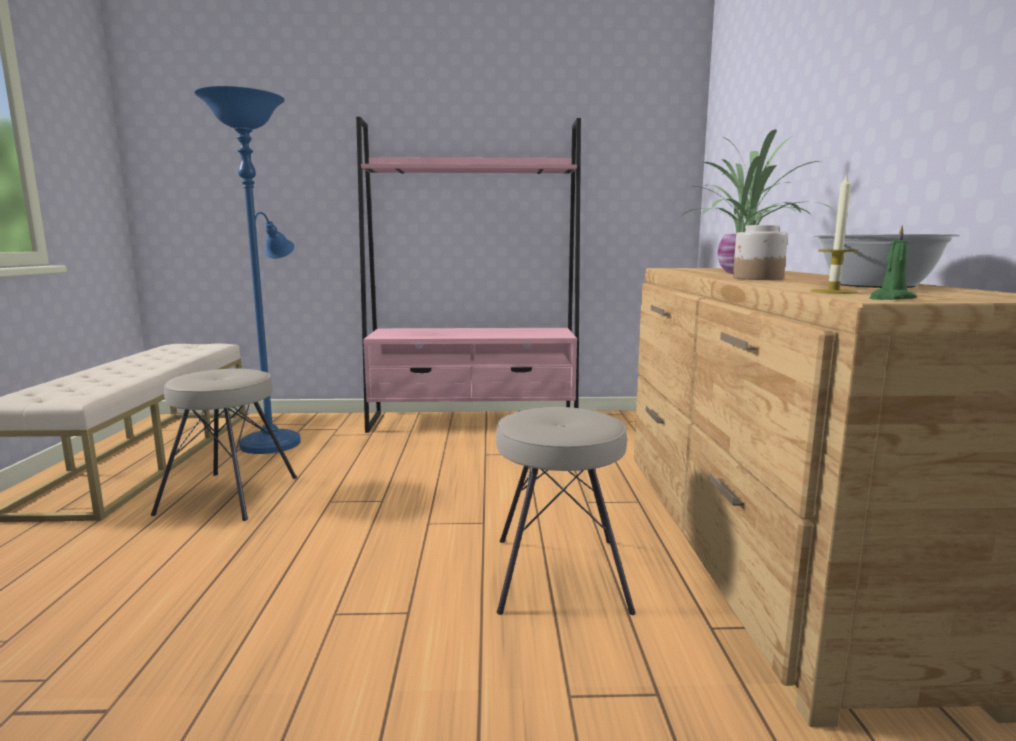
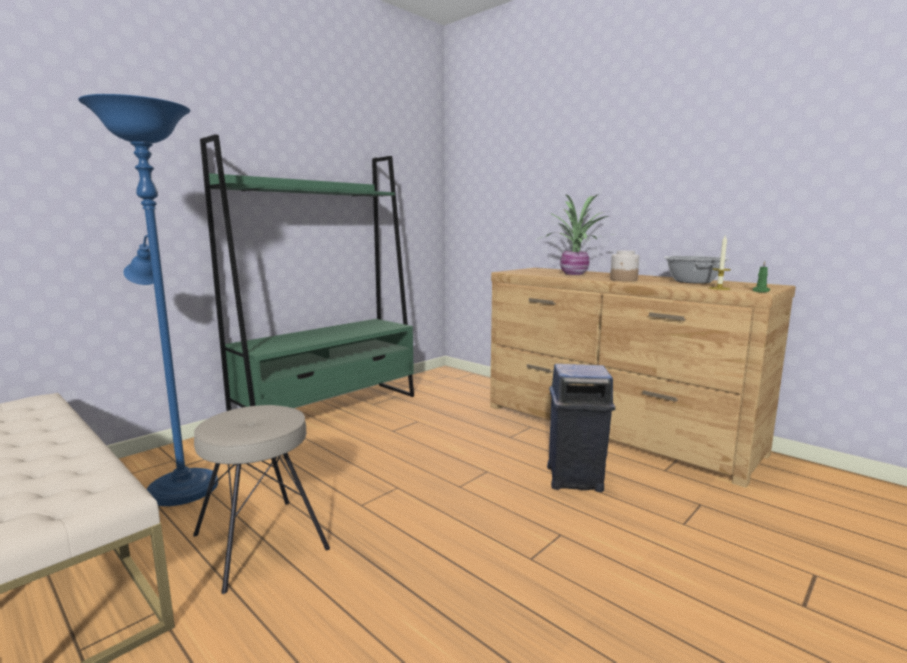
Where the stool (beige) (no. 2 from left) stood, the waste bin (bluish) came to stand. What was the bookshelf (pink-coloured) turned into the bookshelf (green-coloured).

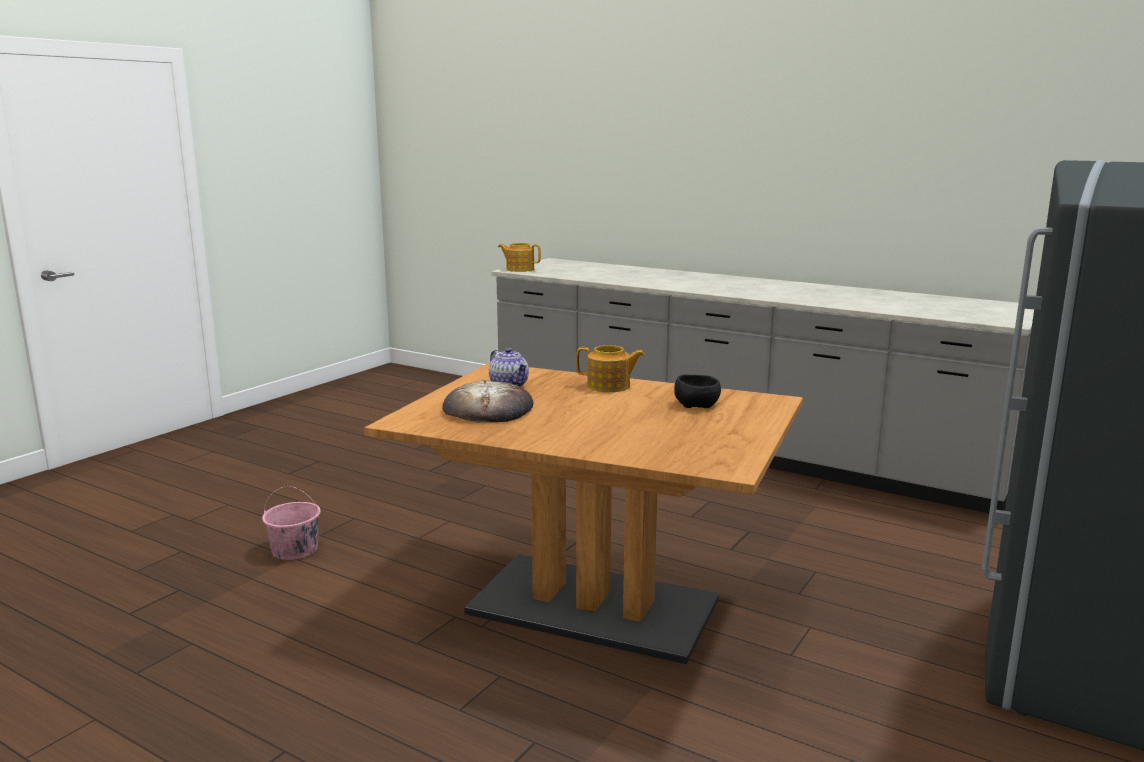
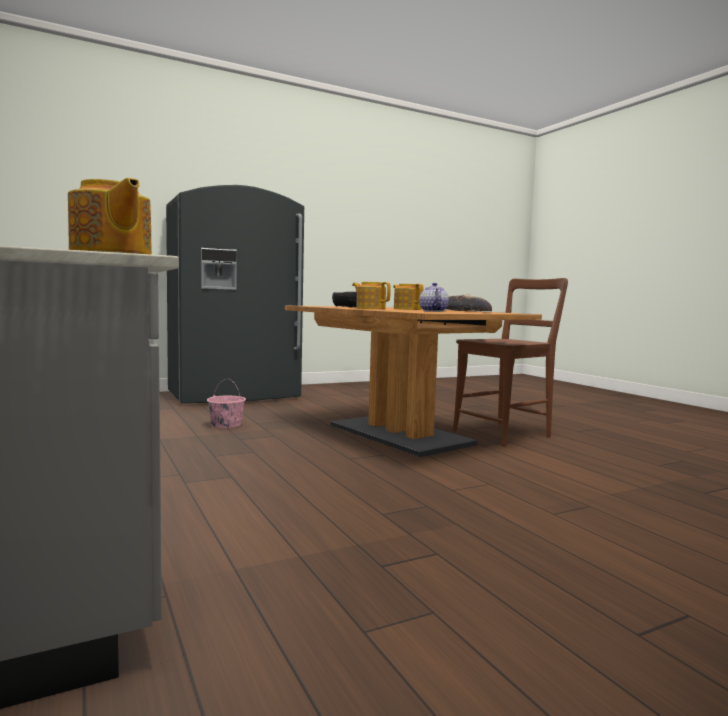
The second view gained the pot for tea (no. 3 from left). The second view gained the plain chair (brown). The bucket (pink-coloured) ended up elsewhere.

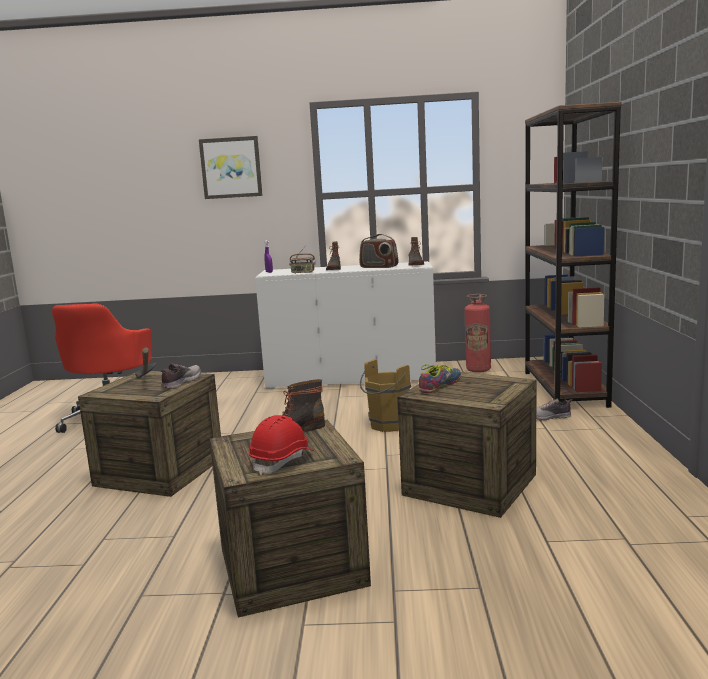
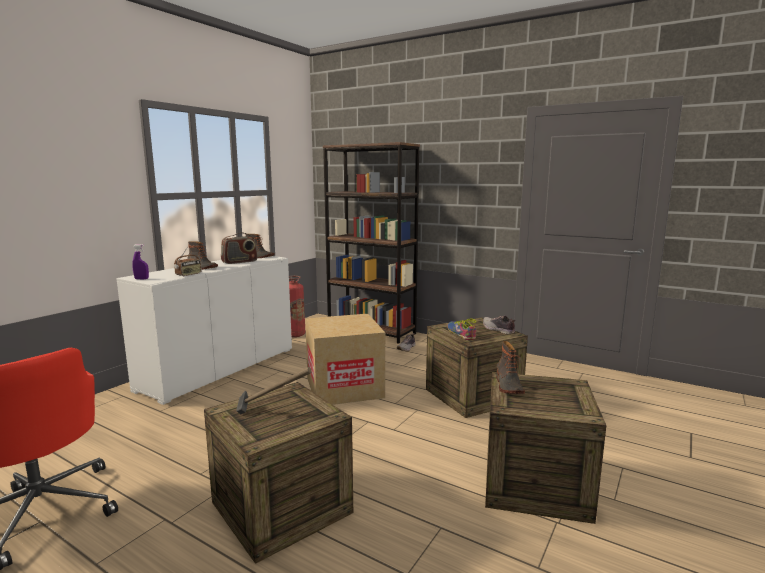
The second view lost the picture. The second view lost the work helmet (reddish). The item of footwear (no. 1 from left in the first image) ended up elsewhere. Where the bucket (brown) stood, the carton came to stand.

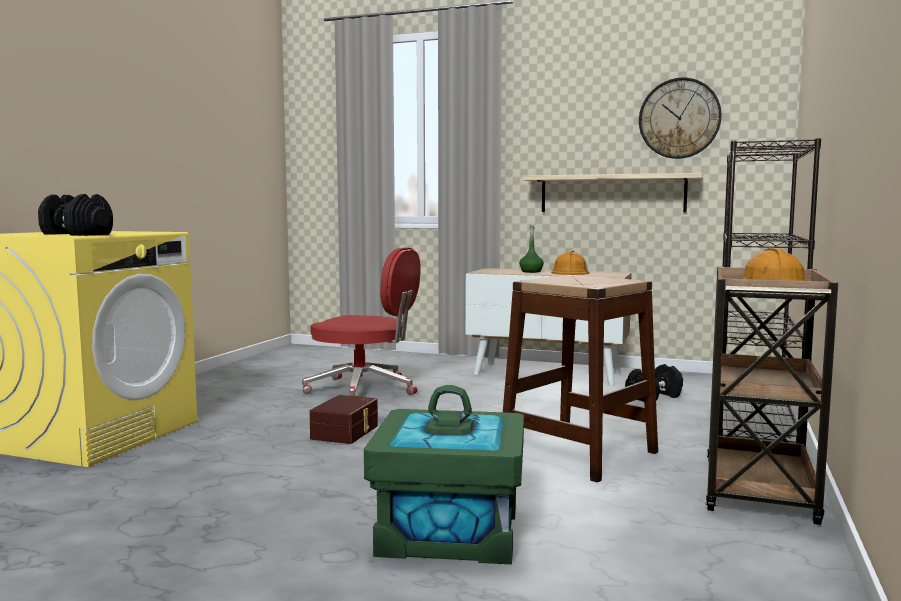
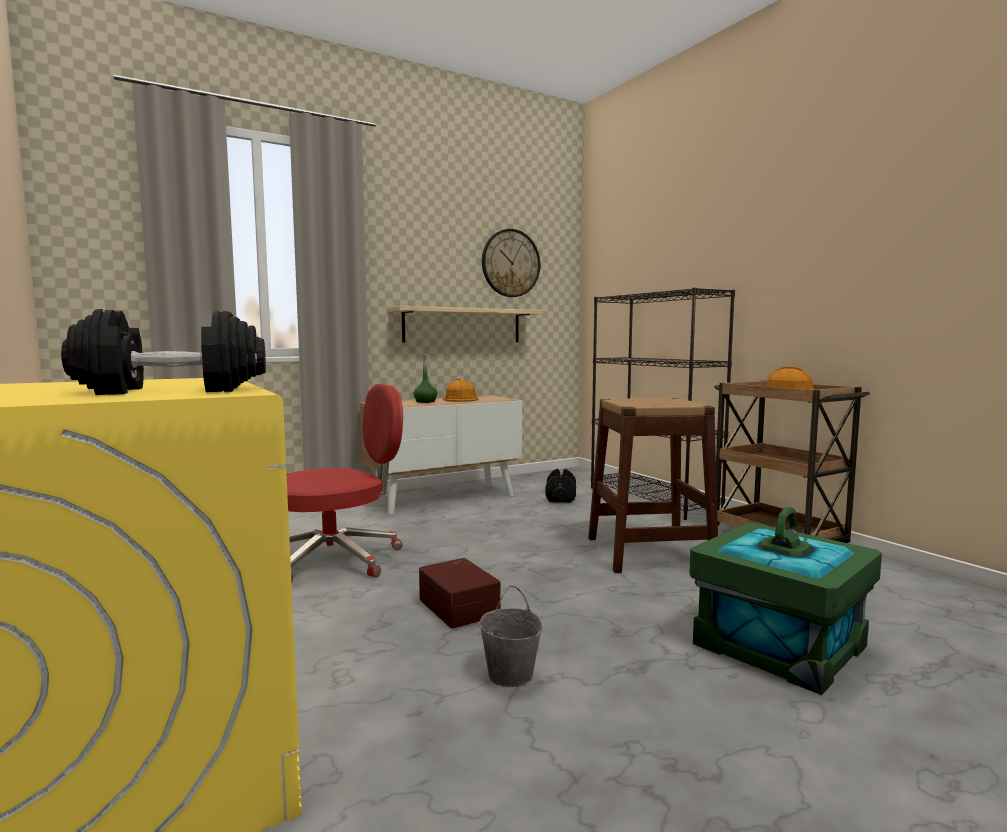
The second view gained the bucket (gray).

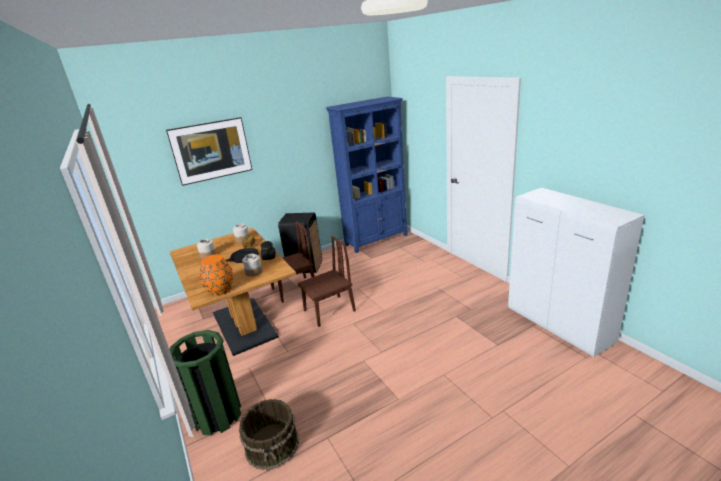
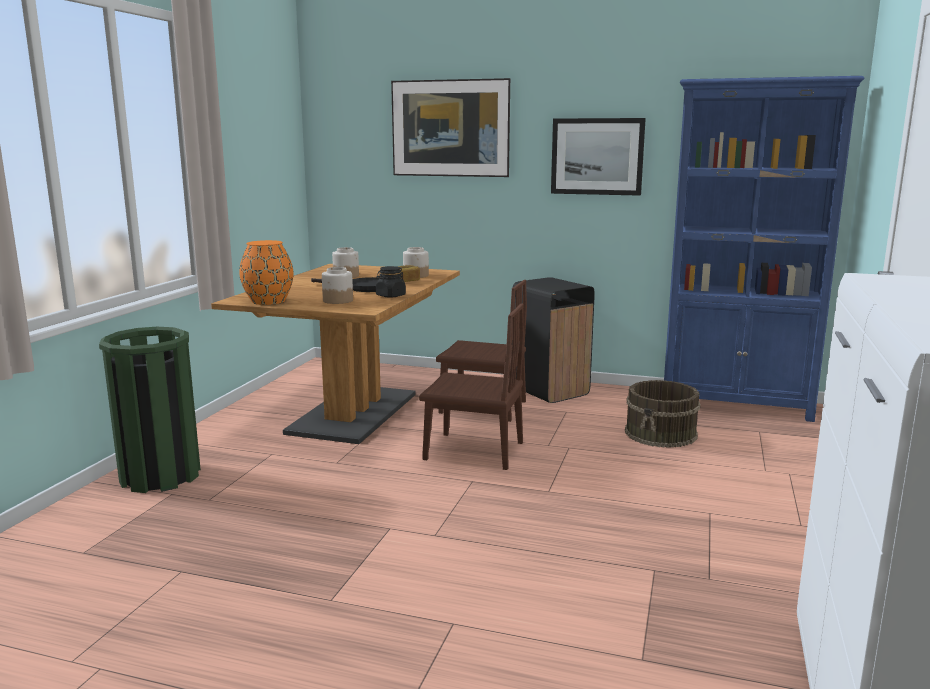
The second view gained the picture (no. 2 from left). The bucket (brown) ended up elsewhere.

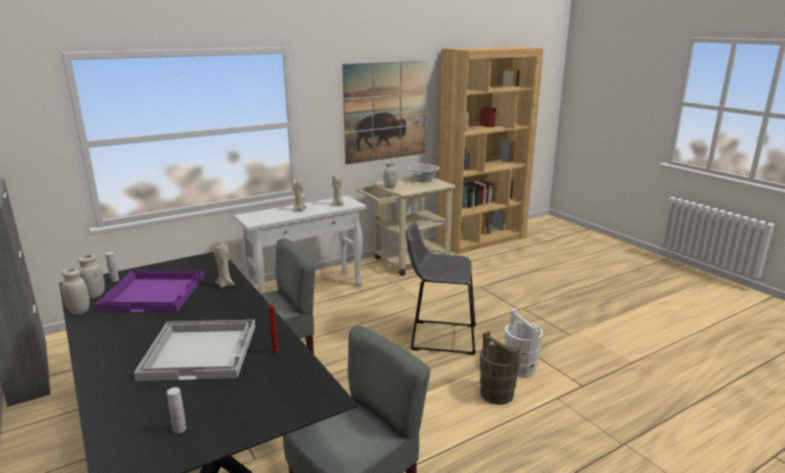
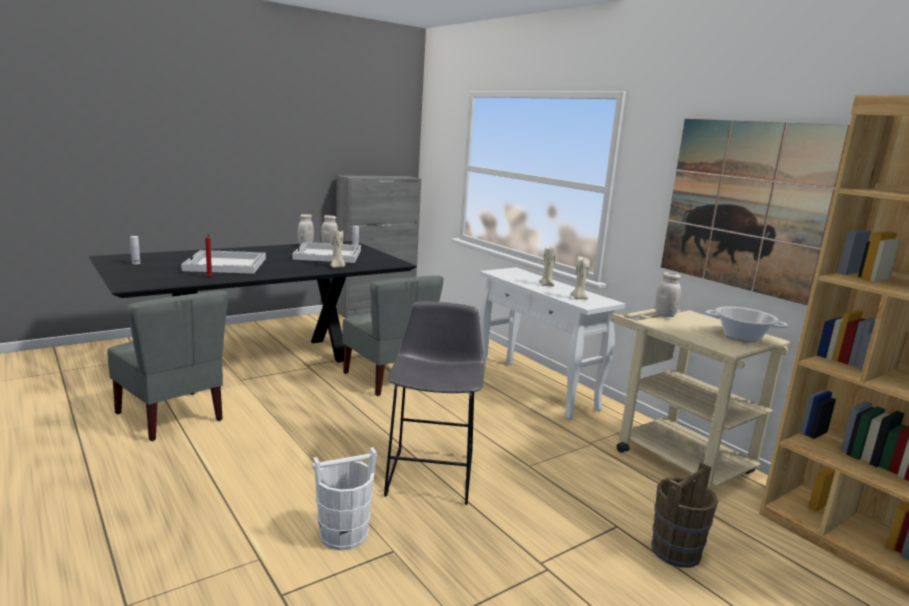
The bucket (brown) ended up elsewhere. What was the carrying tray (purple) turned into the carrying tray (white) (no. 2 from left).

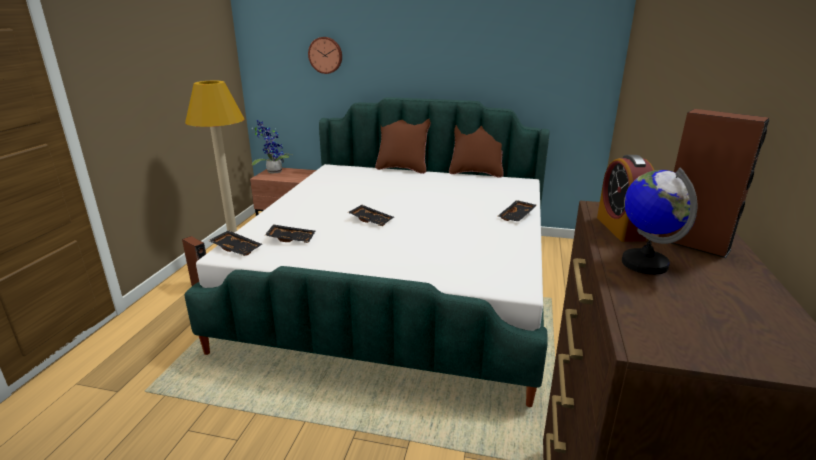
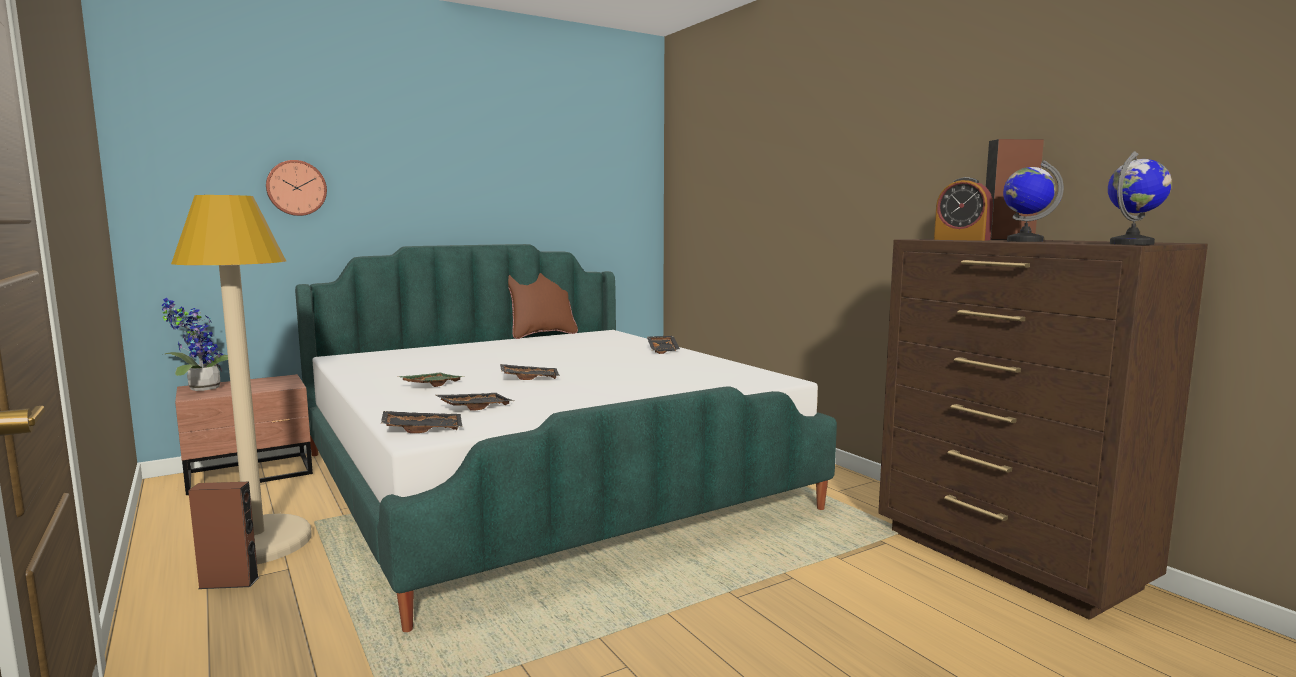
The second view lost the pillow (brown) (no. 1 from left). The second view gained the carrying tray (green-coloured). The second view gained the desk globe (no. 2 from left).

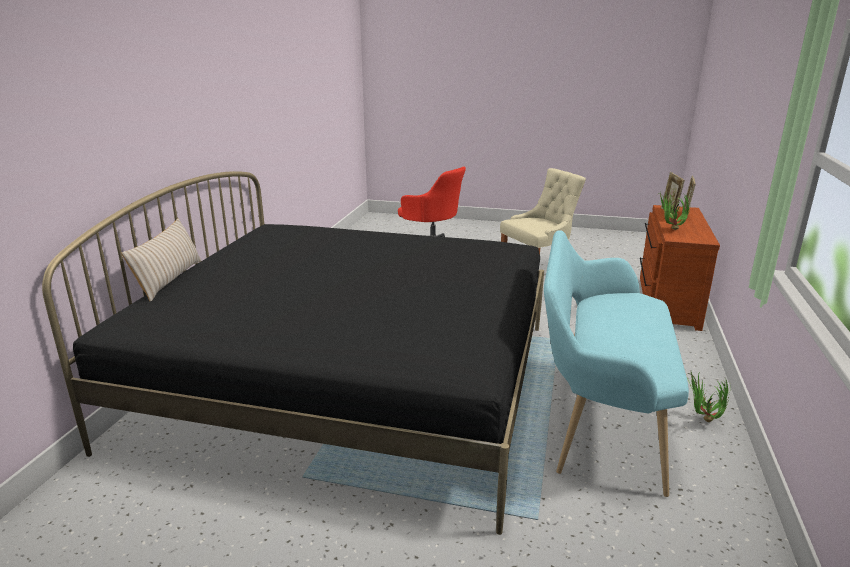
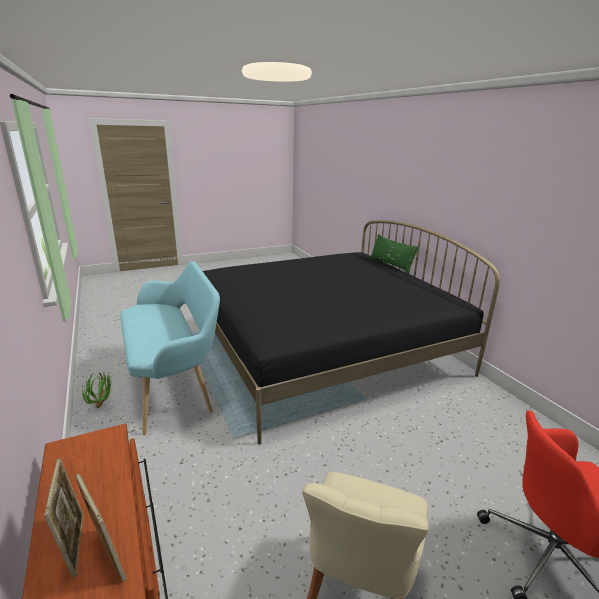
The second view lost the plant in a pot (no. 1 from left). What was the pillow (beige) turned into the pillow (green-coloured).

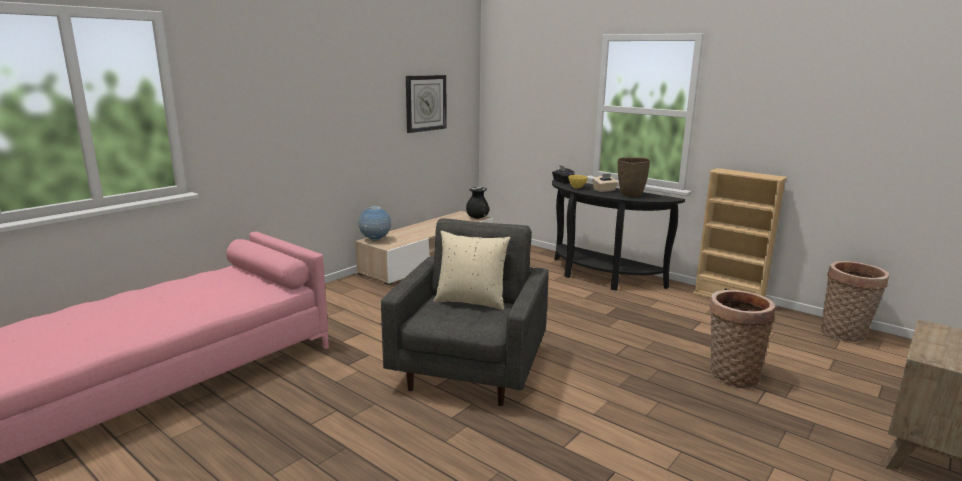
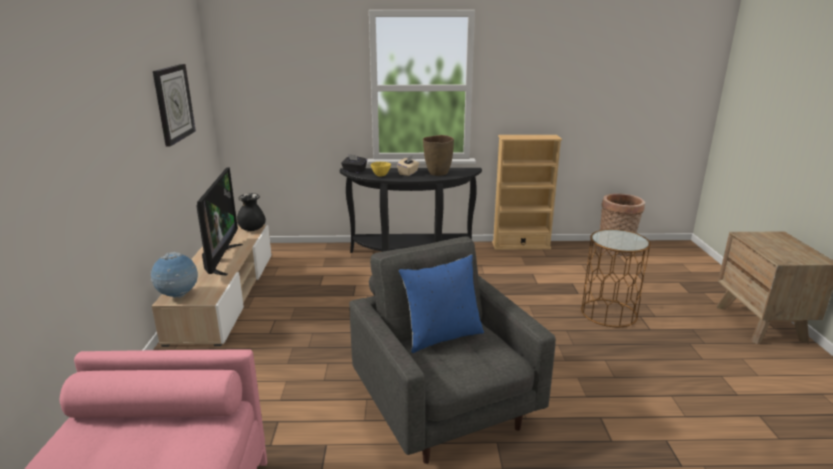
The second view gained the television. Where the storage basket (no. 1 from left) stood, the accent table (brown) came to stand. What was the pillow (beige) turned into the pillow (bluish).

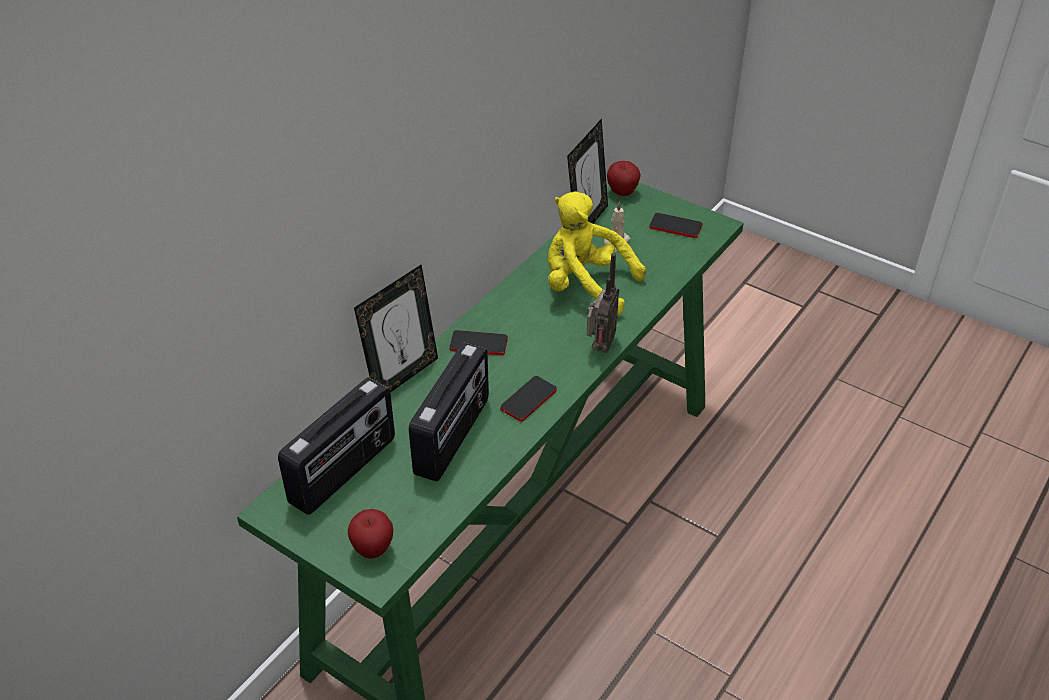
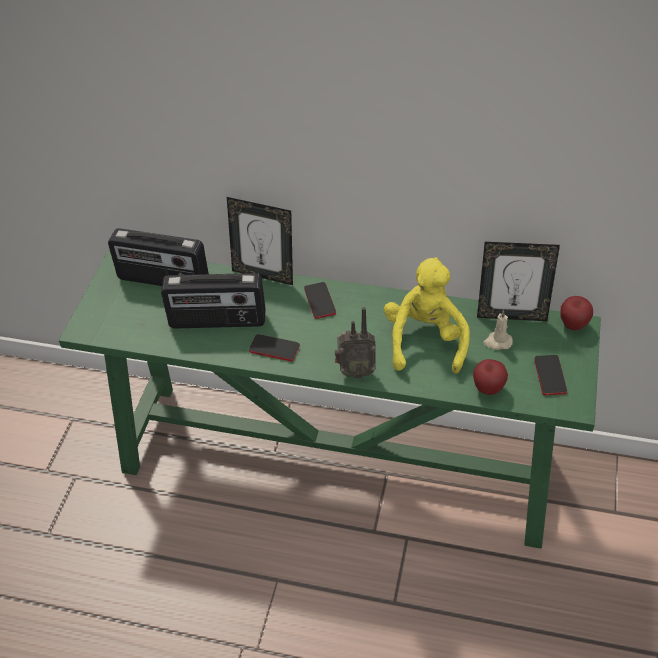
The apple (no. 1 from left) ended up elsewhere.

